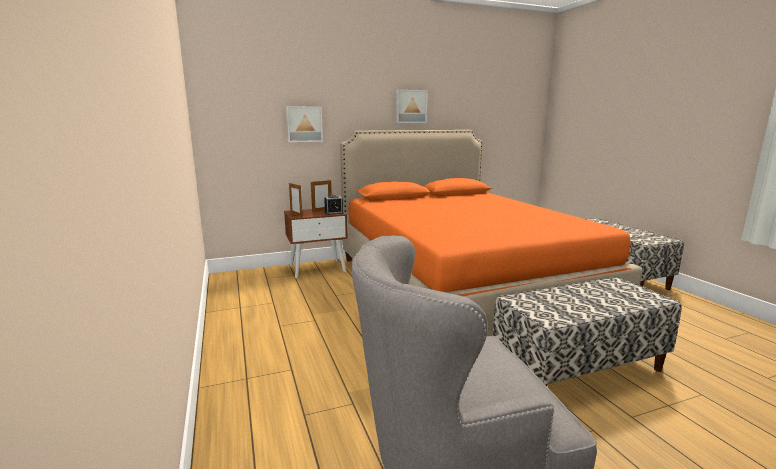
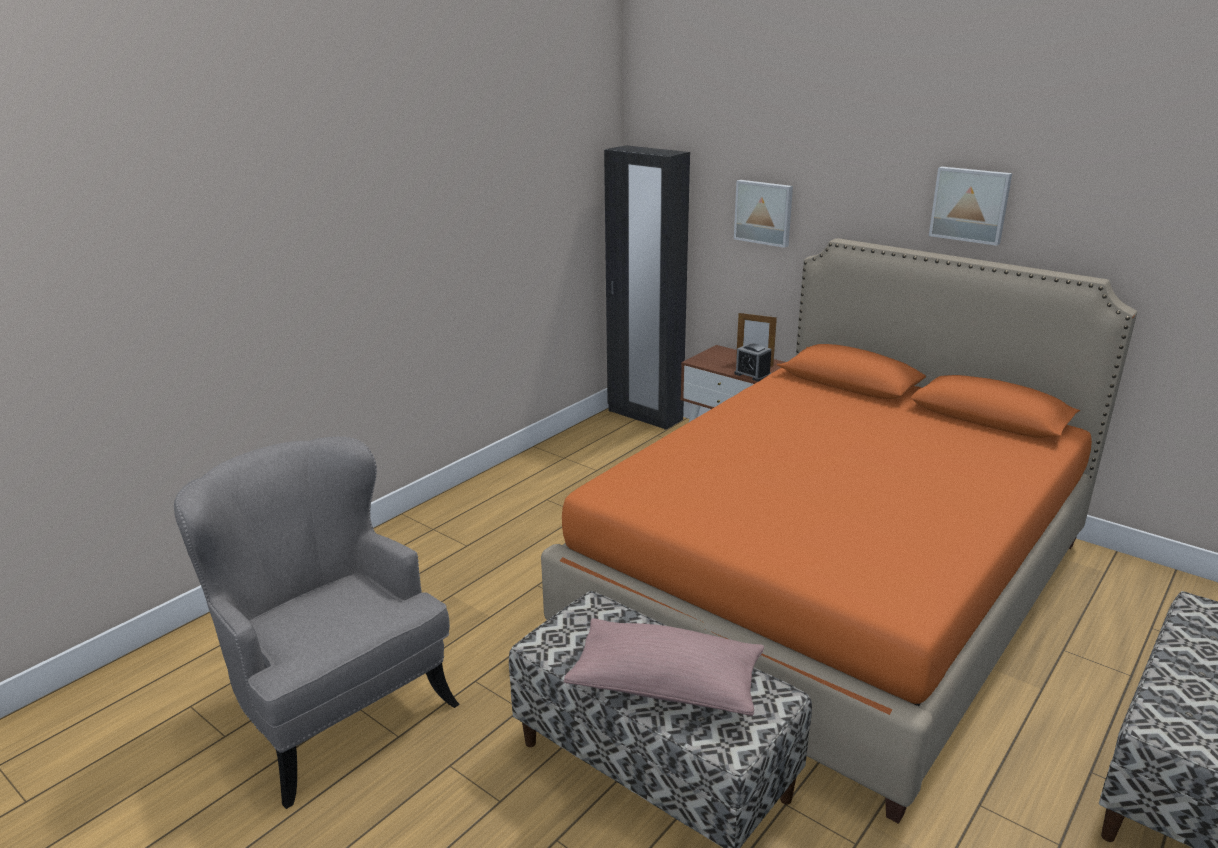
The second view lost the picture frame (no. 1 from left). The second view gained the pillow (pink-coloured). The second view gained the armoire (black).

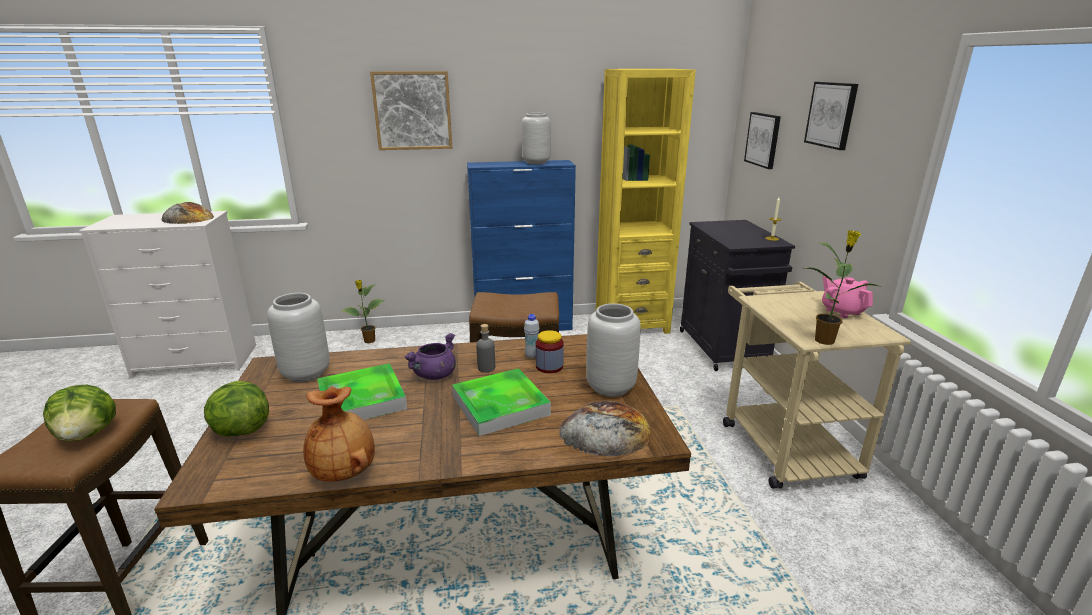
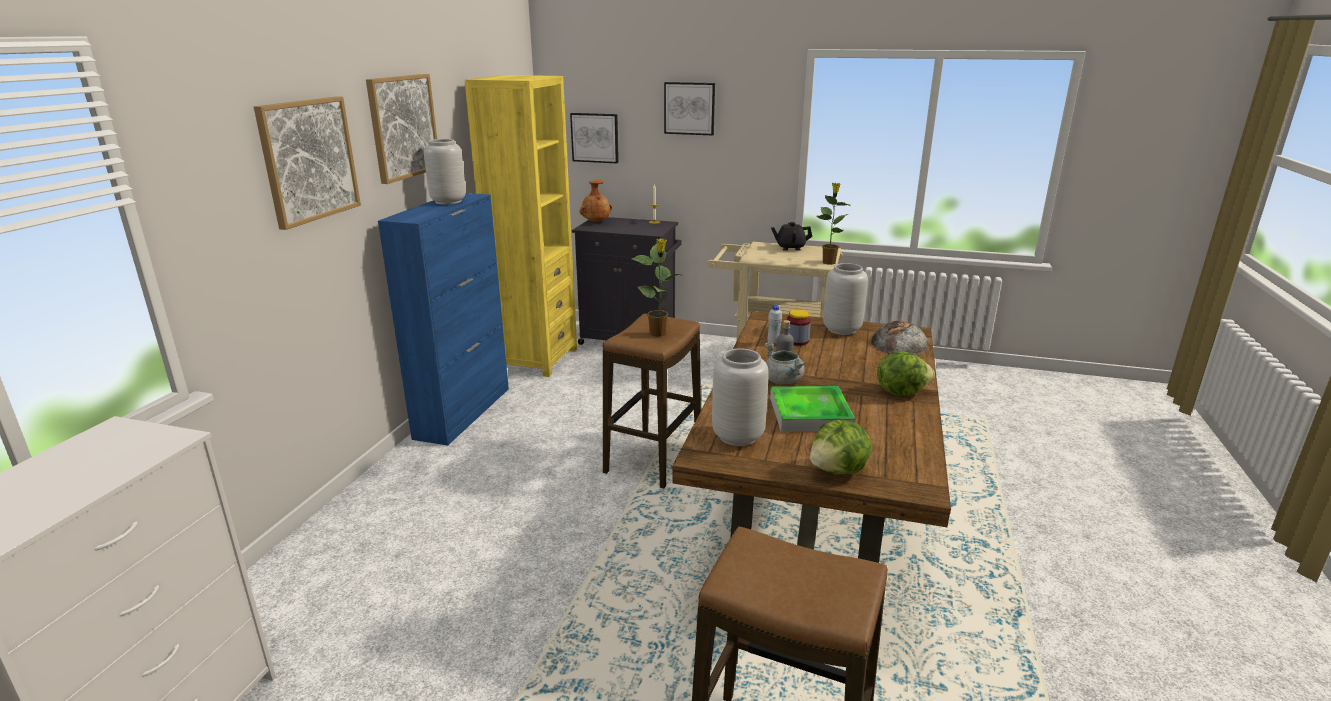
The second view lost the bakery bread (no. 1 from left). The second view lost the carrying tray (no. 2 from left). The second view gained the picture (no. 2 from left). The lettuce (no. 1 from left in the first image) ended up elsewhere. The vase (brown) ended up elsewhere. The plant in a pot (no. 1 from left) ended up elsewhere. What was the saucepot (purple) turned into the saucepot (gray). What was the pot for tea (pink-coloured) turned into the pot for tea (black).

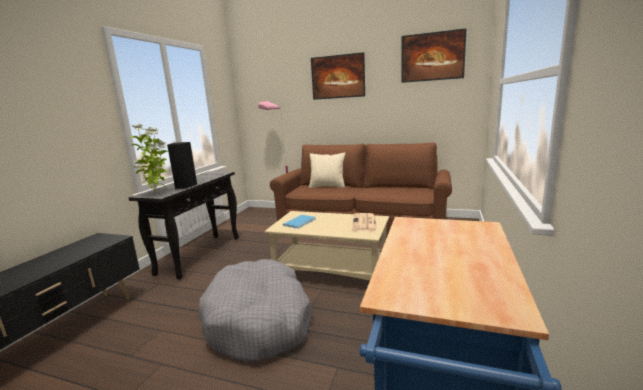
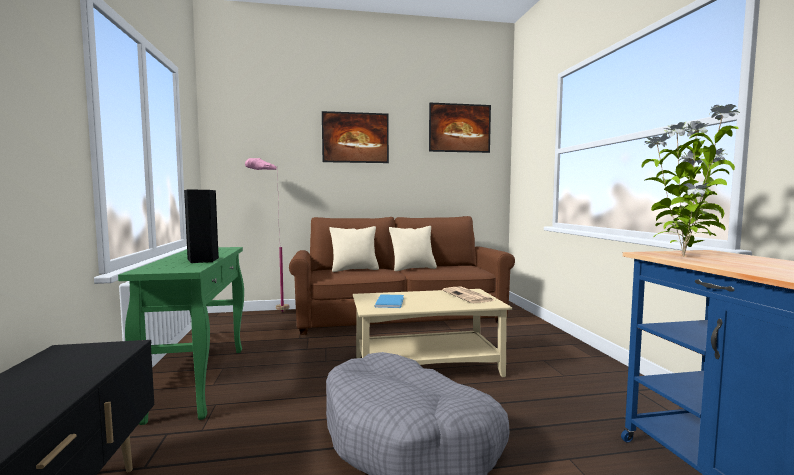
The second view gained the pillow (beige) (no. 2 from left). The plant in a pot ended up elsewhere. What was the narrow table (black) turned into the narrow table (green-coloured).

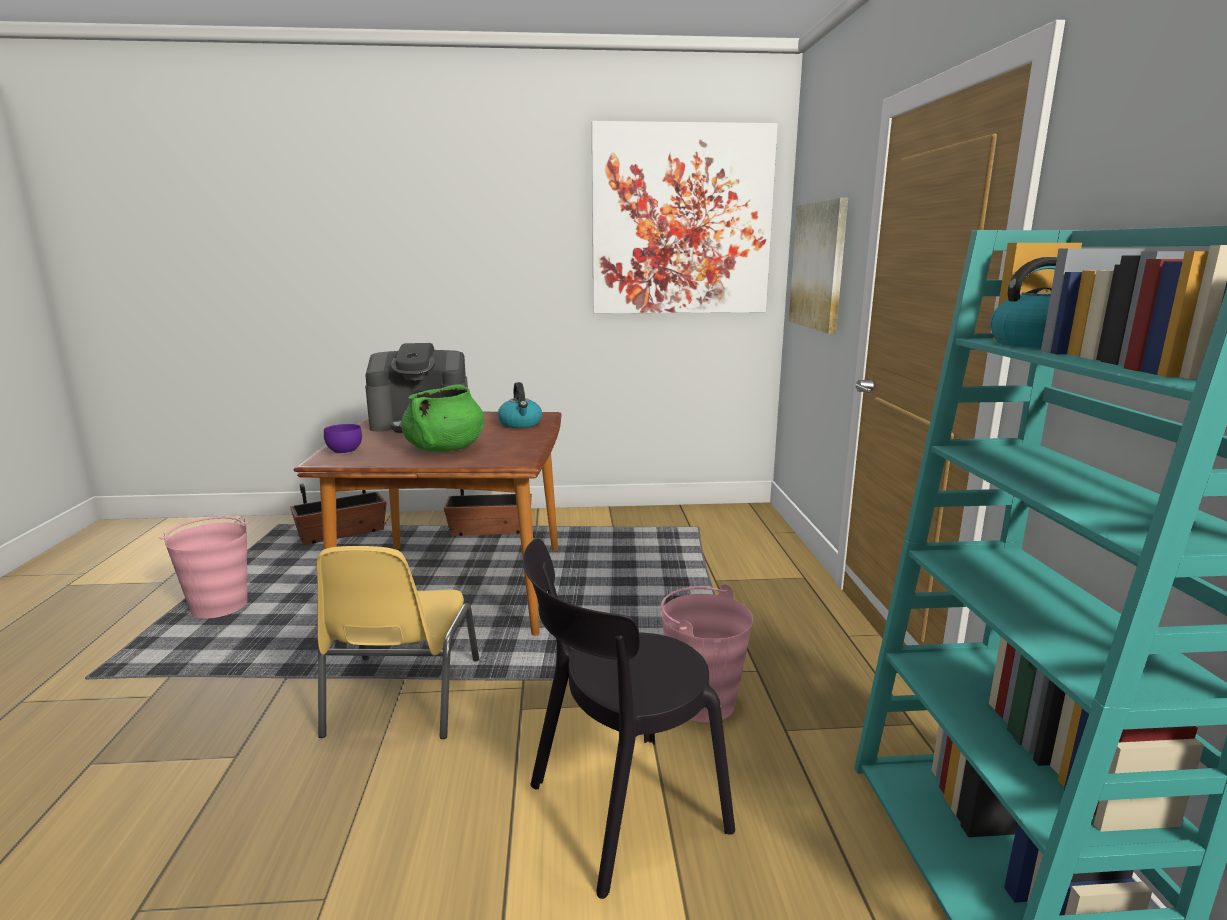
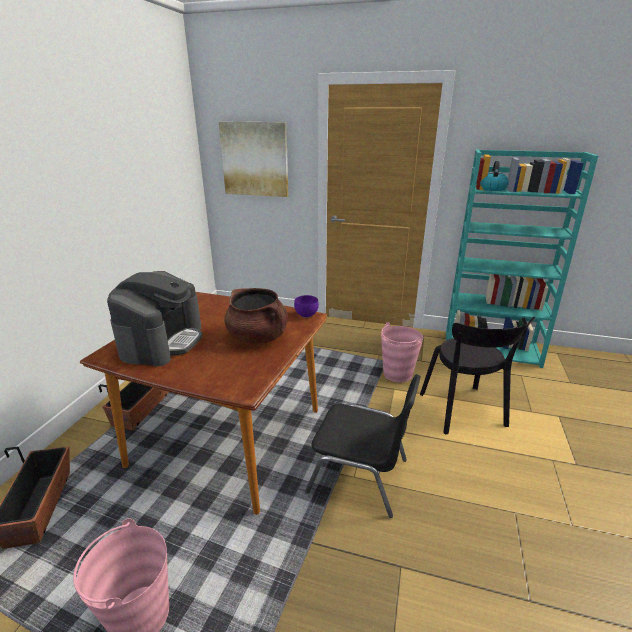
The second view lost the tea kettle (no. 1 from left). The second view lost the picture (no. 1 from left). The serving bowl (purple) ended up elsewhere. What was the plain chair (yellow) turned into the plain chair (black) (no. 1 from left). What was the saucepot (green-coloured) turned into the saucepot (brown).

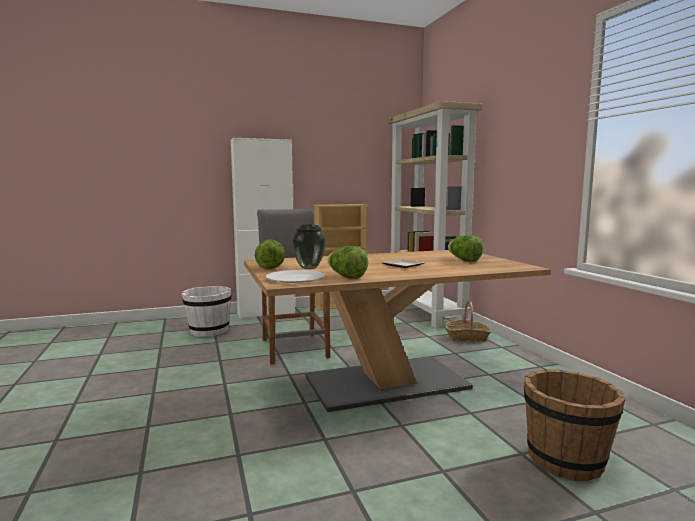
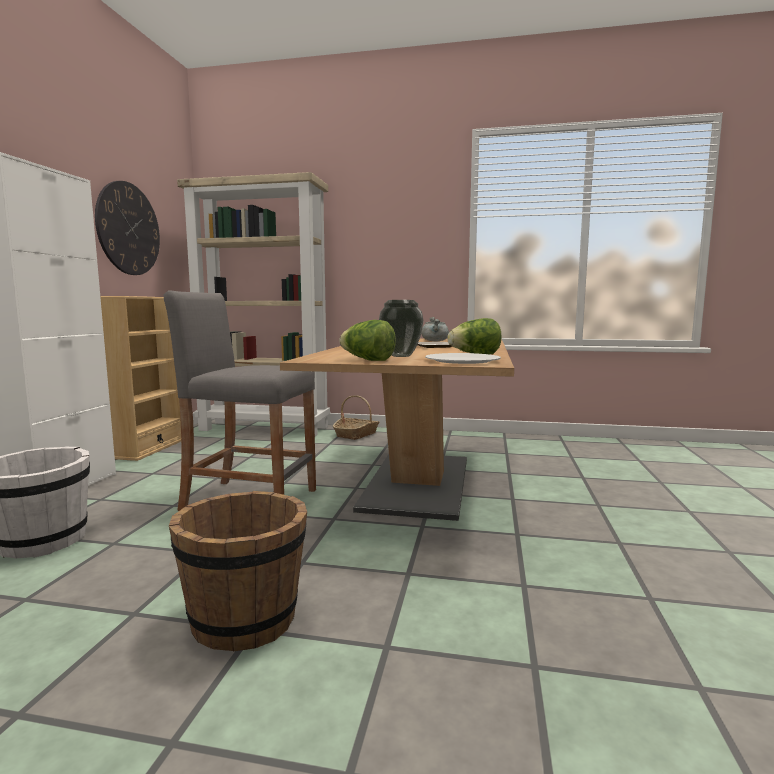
The second view gained the wall clock. The bucket (brown) ended up elsewhere. Where the lettuce (no. 3 from left) stood, the saucepot (gray) came to stand.

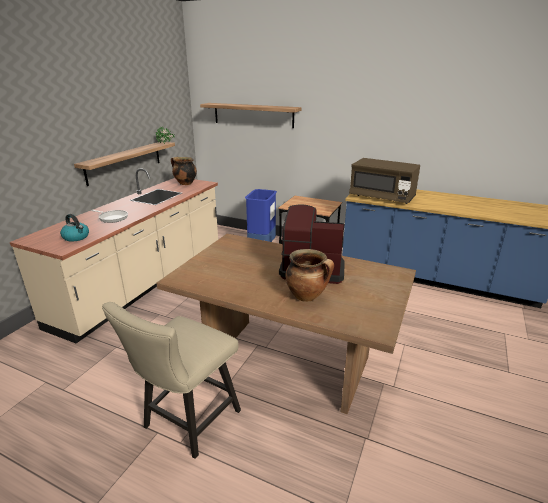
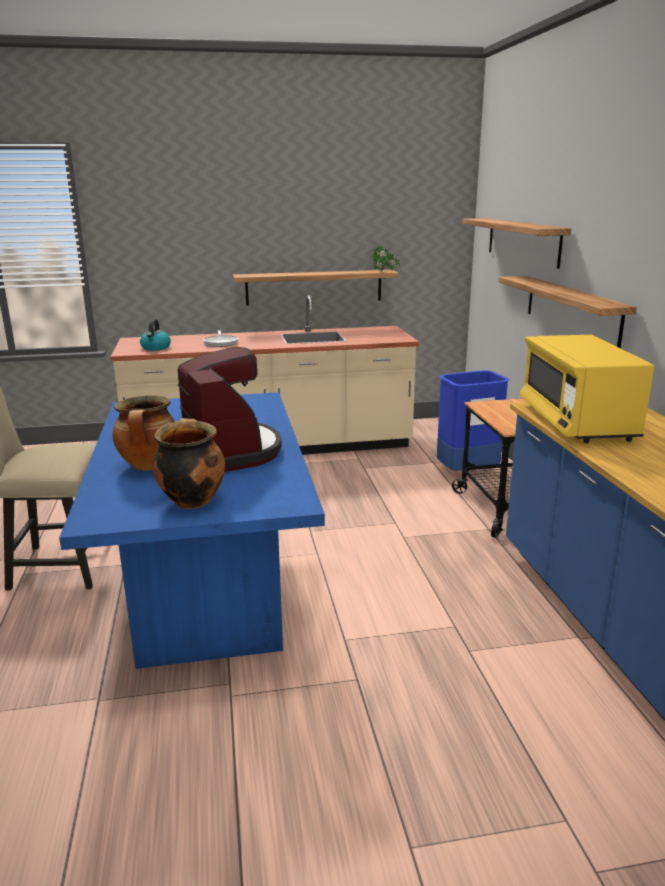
The second view gained the wall shelf (no. 3 from left). The saucepot (no. 1 from left in the first image) ended up elsewhere. What was the kitchen table (brown) turned into the kitchen table (bluish). What was the microwave (brown) turned into the microwave (yellow).

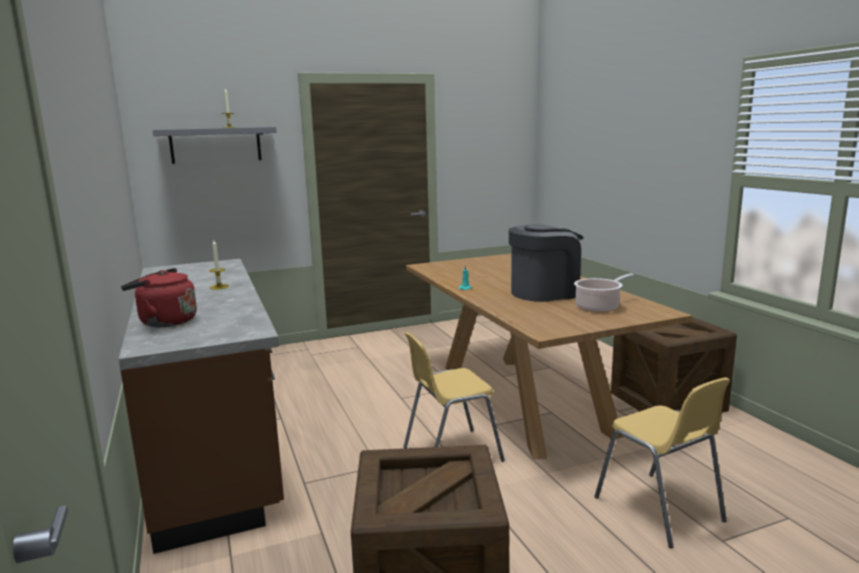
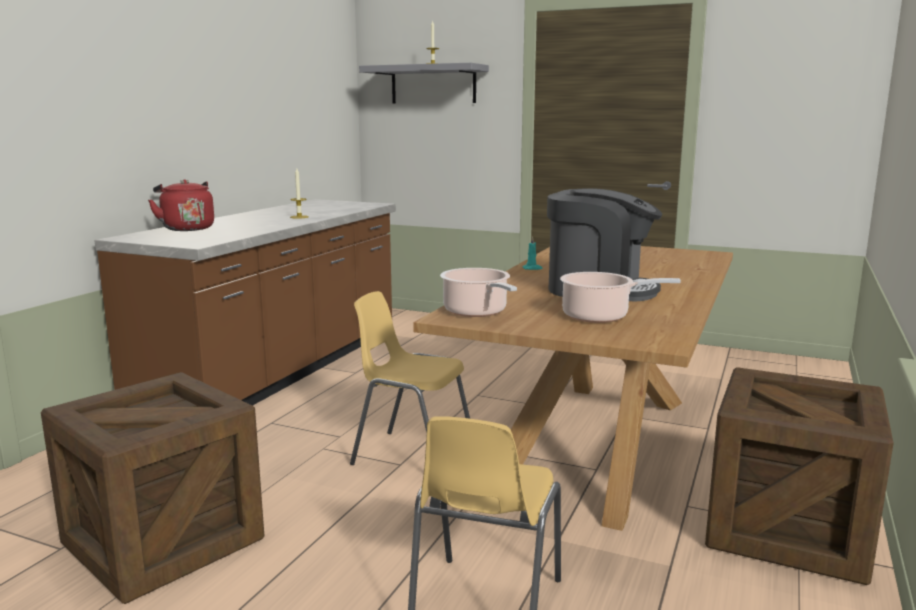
The second view gained the saucepot (no. 1 from left).

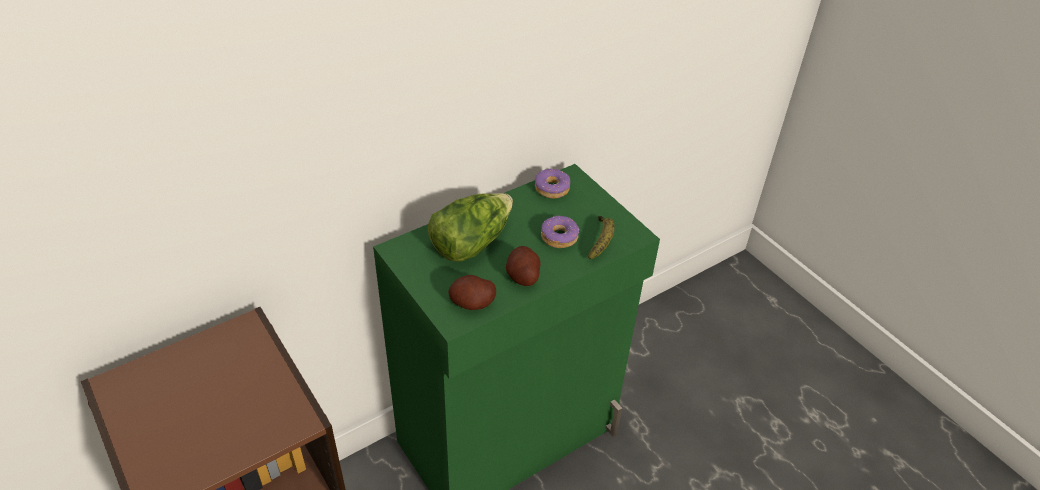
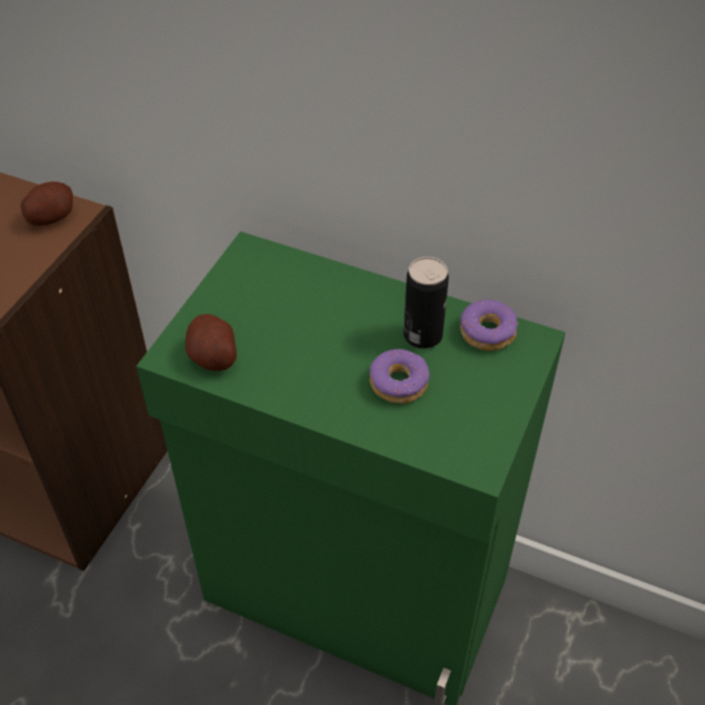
The second view lost the lettuce. The second view lost the whole banana. The second view gained the sealed can. The potato (no. 2 from left in the first image) ended up elsewhere.

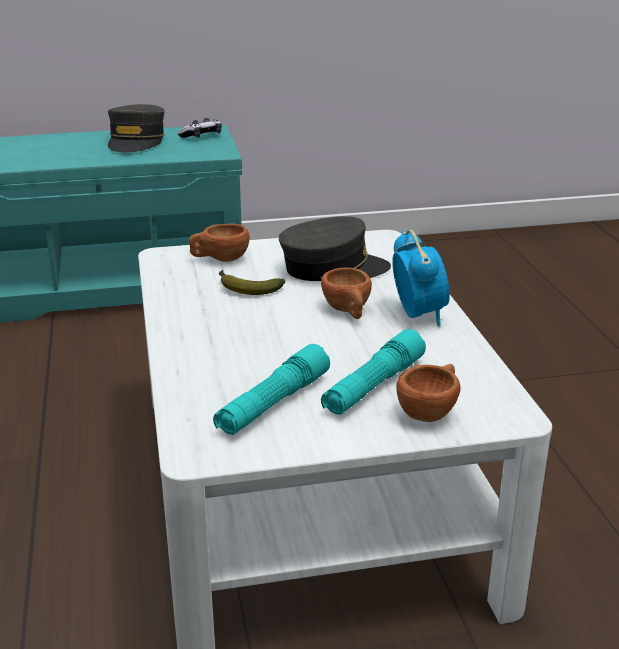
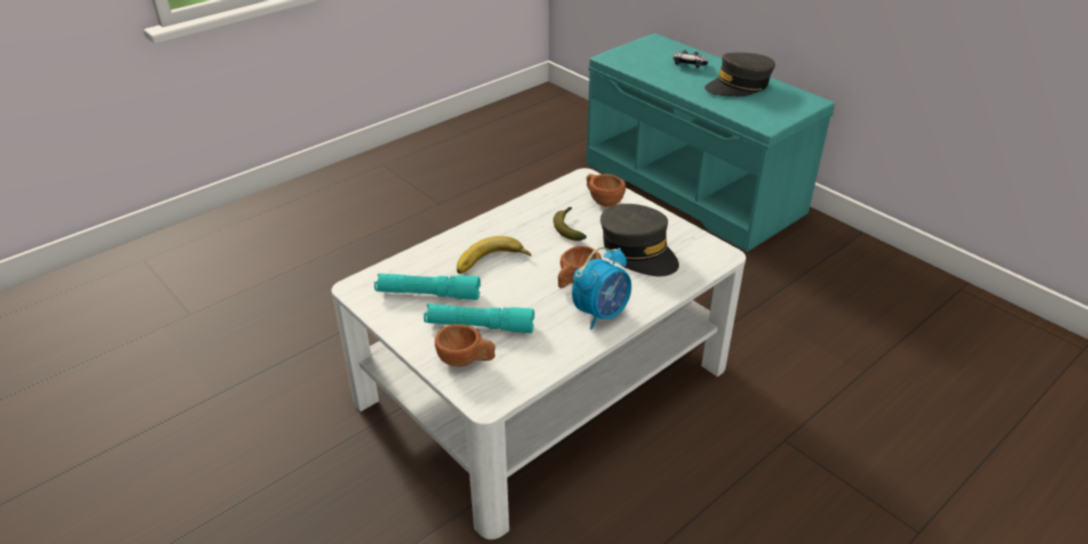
The second view gained the whole banana (no. 1 from left). The game controller ended up elsewhere.

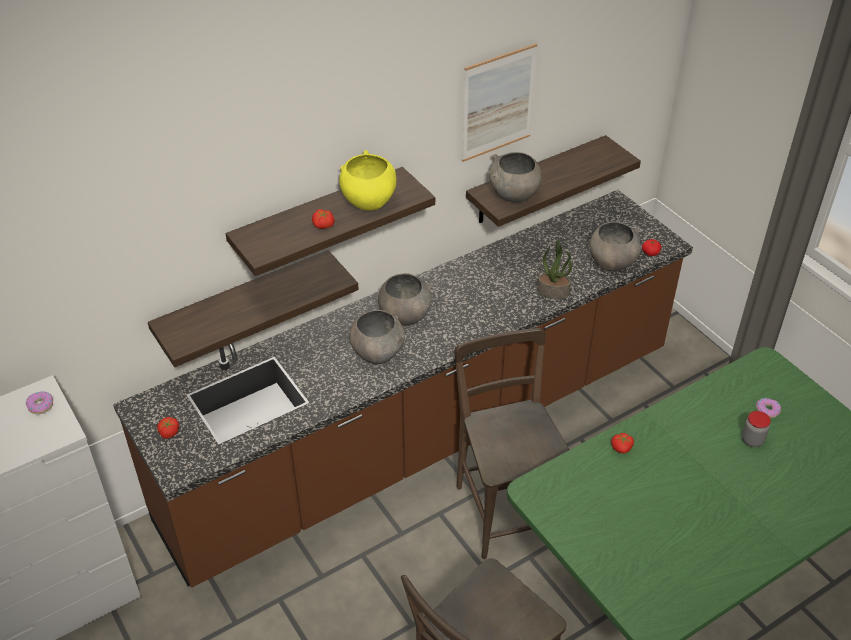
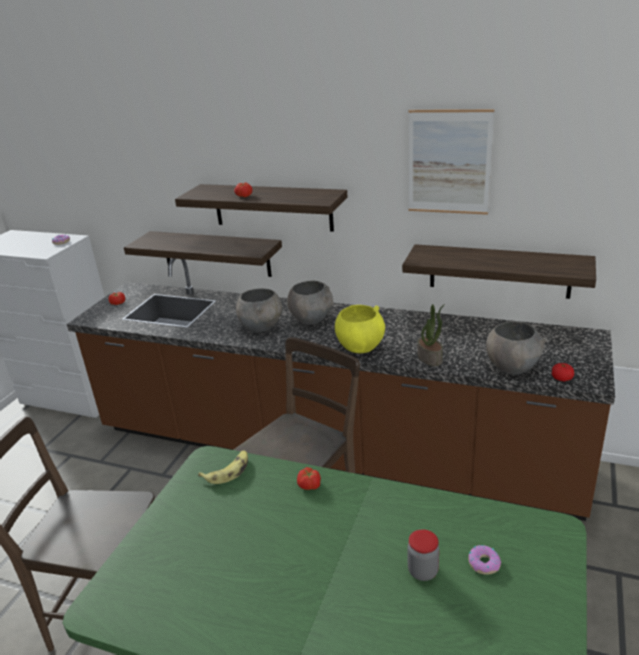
The second view lost the serving bowl (gray) (no. 3 from left). The second view gained the whole banana. The serving bowl (yellow) ended up elsewhere.

